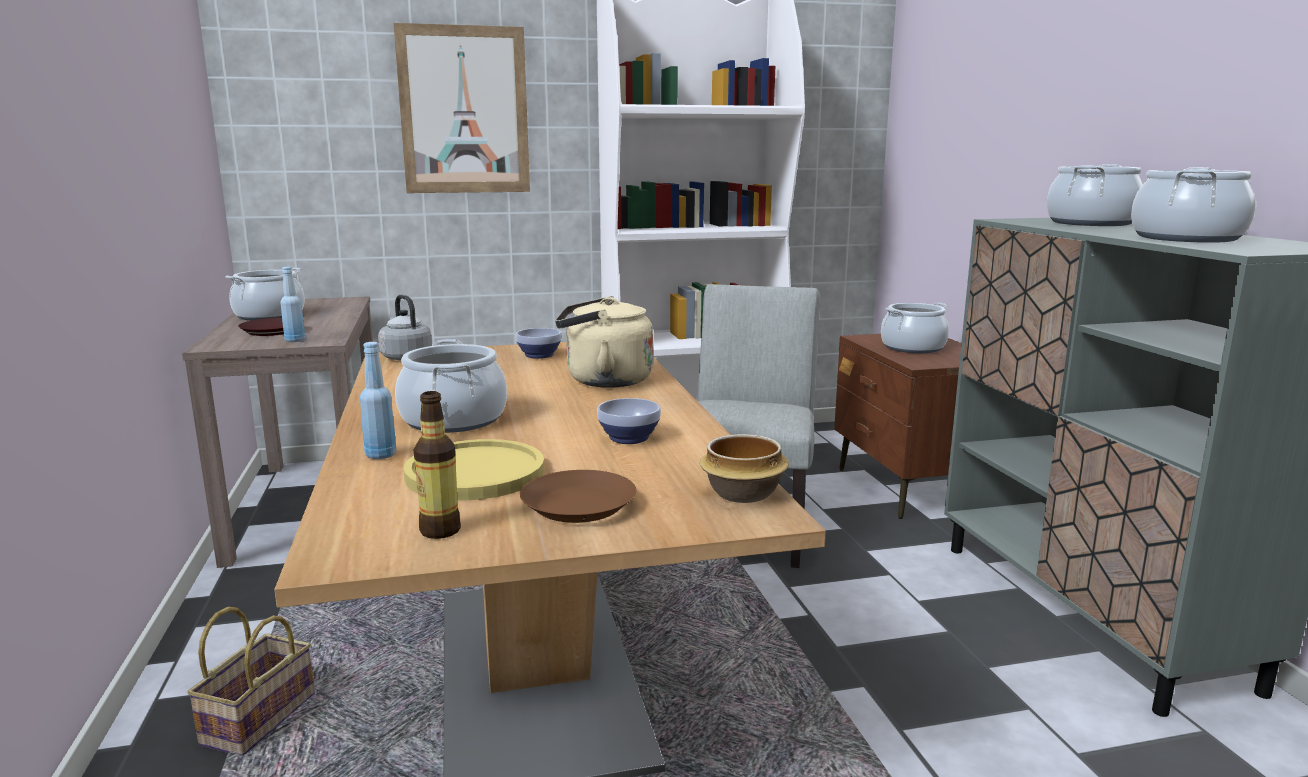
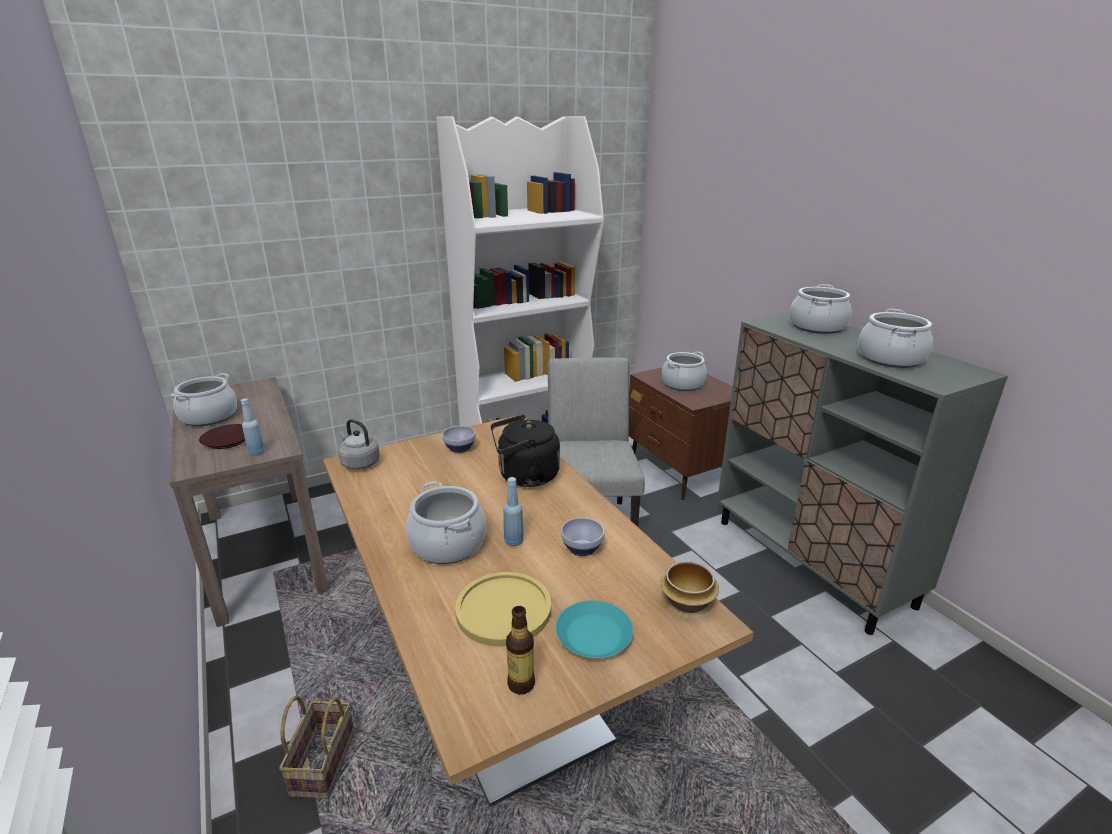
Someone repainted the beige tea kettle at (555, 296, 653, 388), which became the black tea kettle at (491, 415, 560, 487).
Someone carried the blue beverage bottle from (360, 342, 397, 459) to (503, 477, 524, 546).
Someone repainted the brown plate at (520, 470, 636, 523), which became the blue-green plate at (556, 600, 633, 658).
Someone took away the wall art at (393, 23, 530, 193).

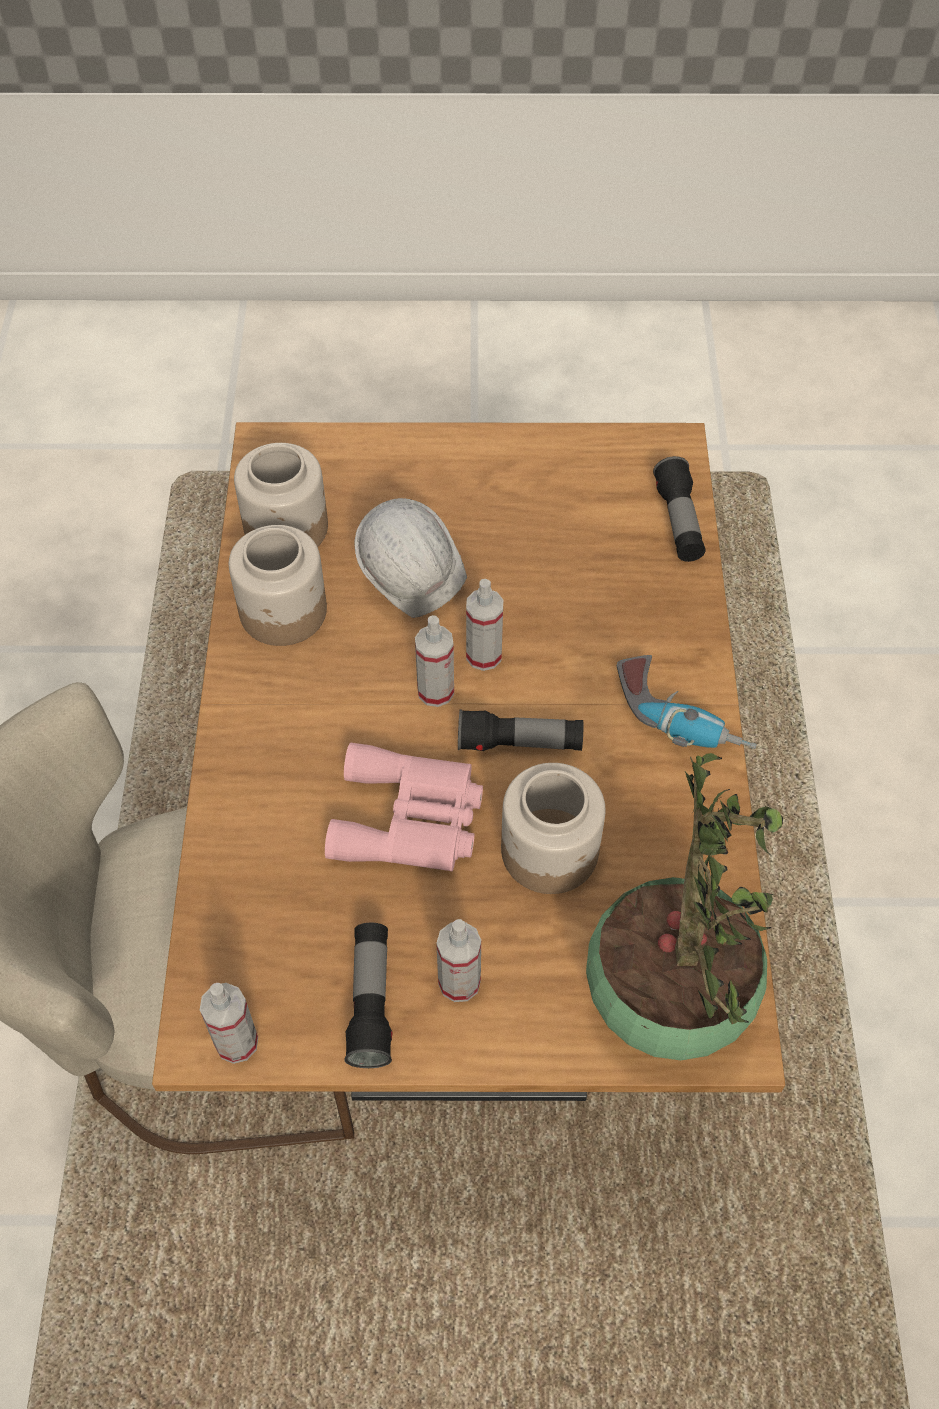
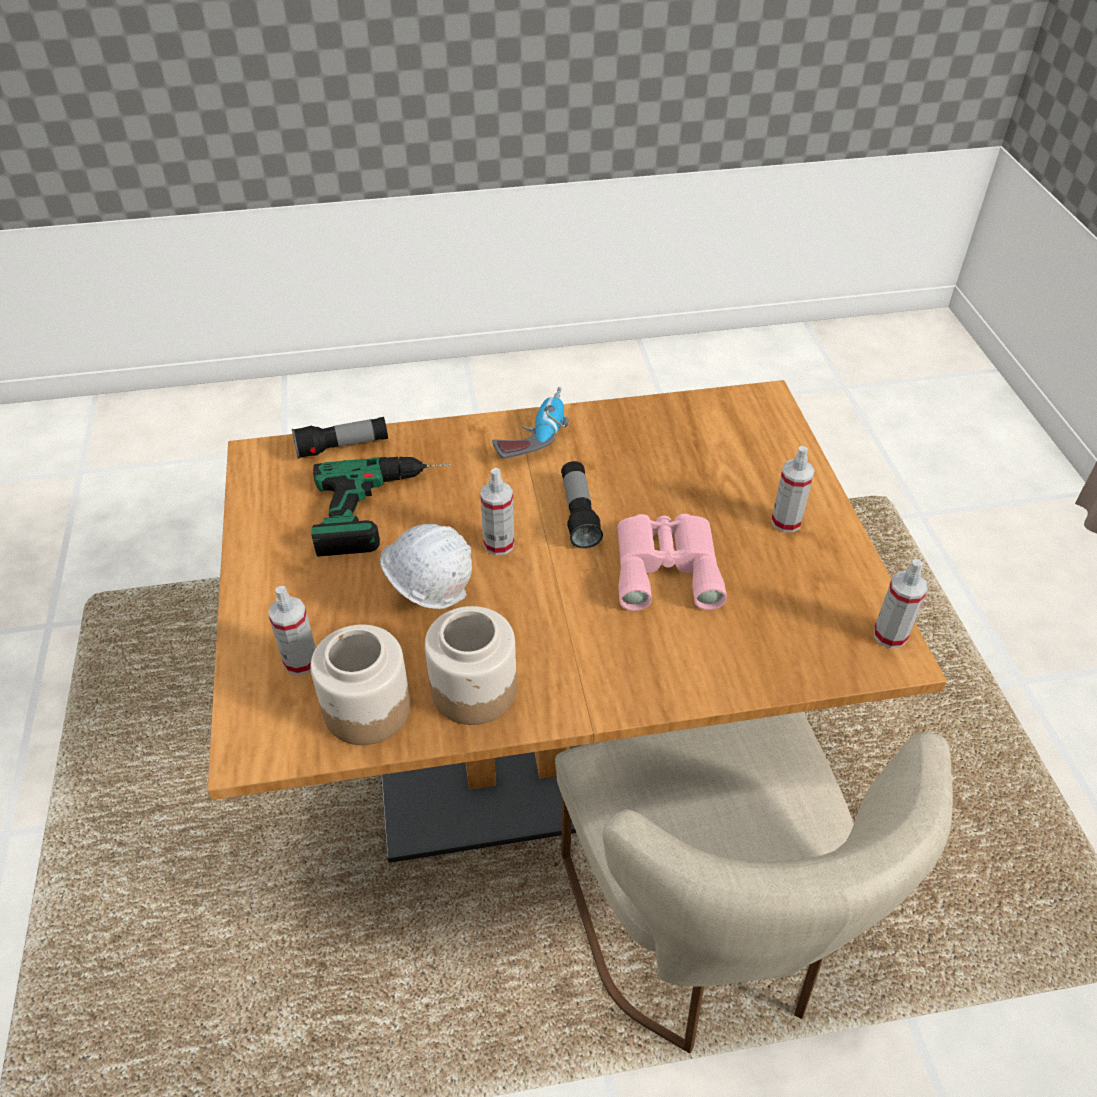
Someone carried the hand sprayer from (415, 615, 454, 707) to (268, 586, 316, 675).
Someone put down the electric drill at (311, 457, 450, 557).
Someone took away the hand torch at (344, 923, 393, 1068).
Someone took away the jar at (501, 763, 605, 894).
Someone took away the potted plant at (586, 753, 783, 1060).

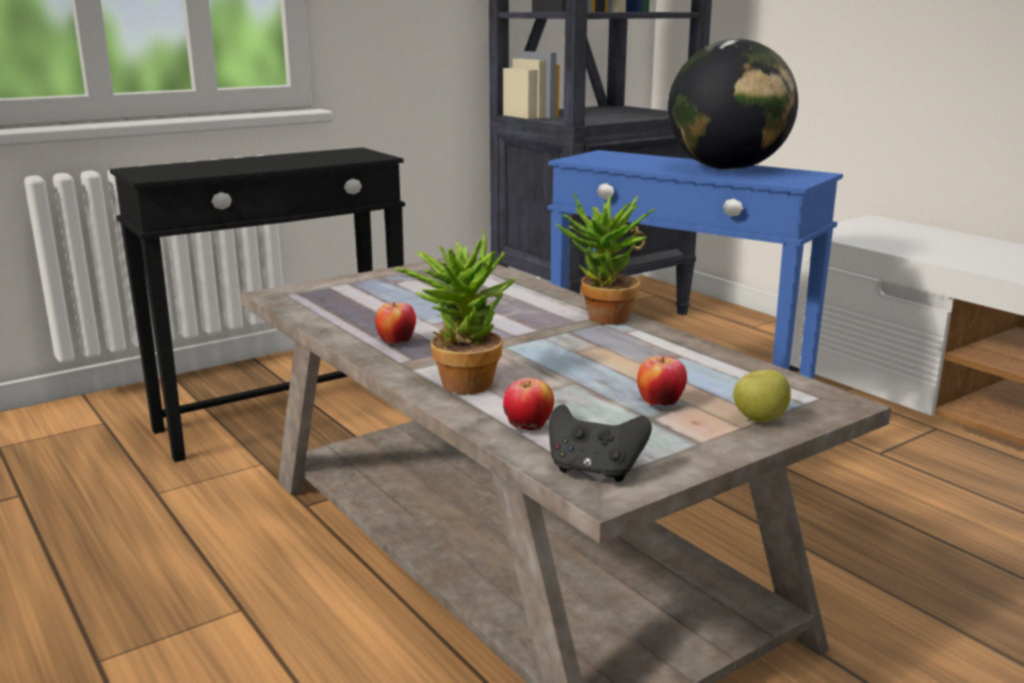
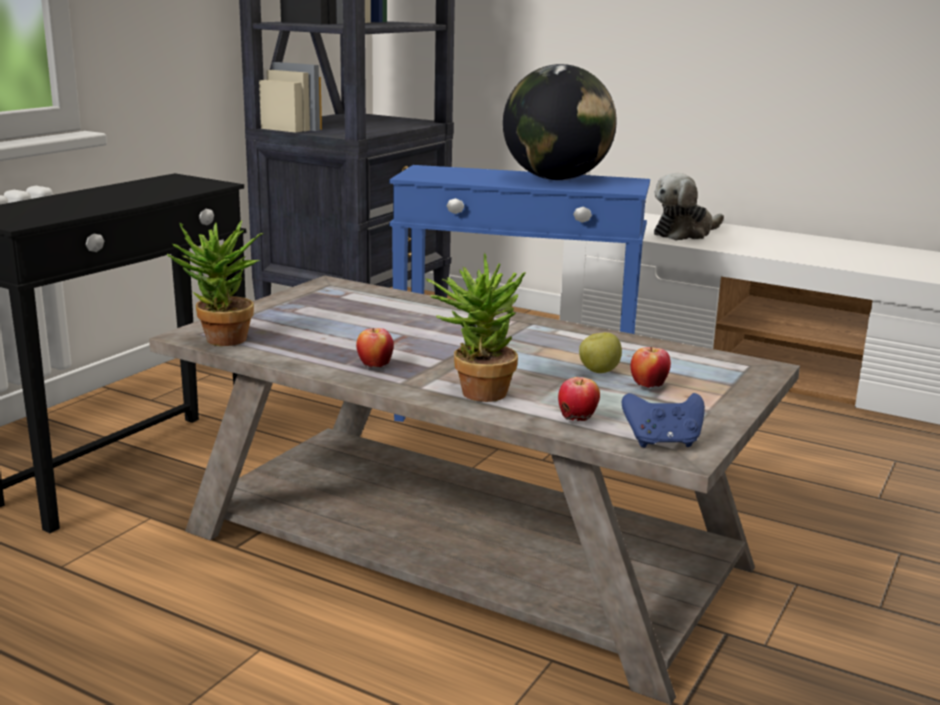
Someone carried the potted plant from (555, 193, 656, 325) to (167, 221, 264, 346).
Someone carried the apple from (733, 370, 791, 422) to (579, 332, 622, 373).
Someone repainted the black gamepad at (549, 404, 652, 482), which became the blue gamepad at (622, 393, 705, 448).
Someone put down the soft toy at (654, 173, 724, 240).

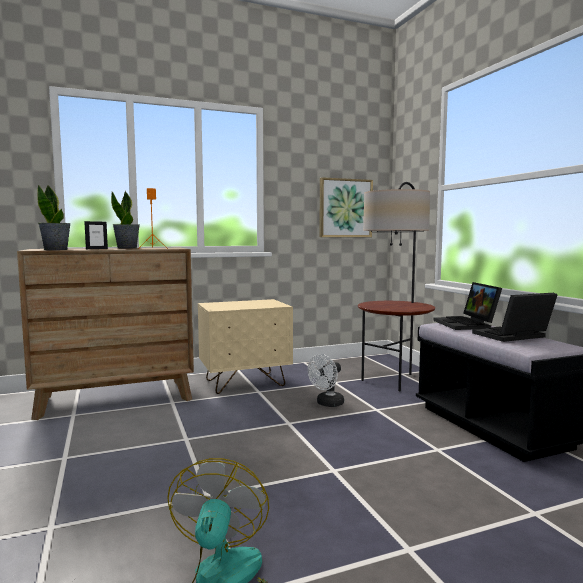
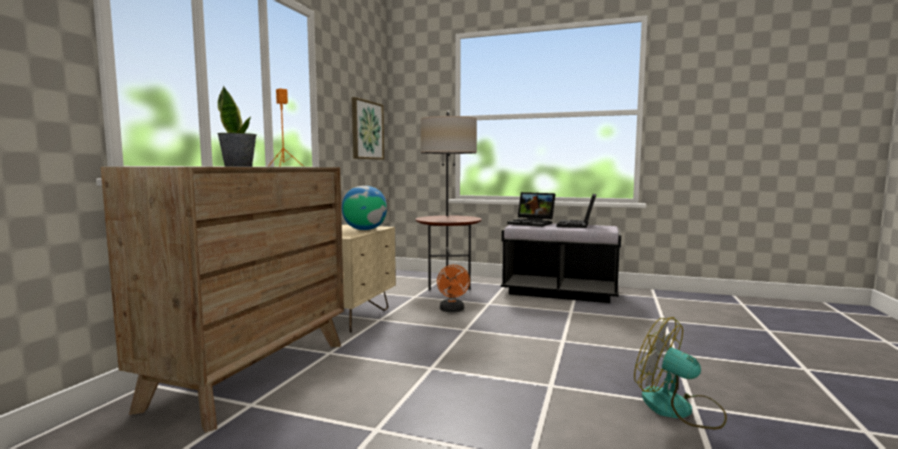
Someone put down the desk globe at (342, 186, 387, 230).
Someone repainted the whitish cooling fan at (308, 354, 344, 407), which became the orangey cooling fan at (437, 265, 470, 312).
Someone took away the potted plant at (37, 185, 71, 250).
Someone took away the standing frame at (84, 221, 108, 249).

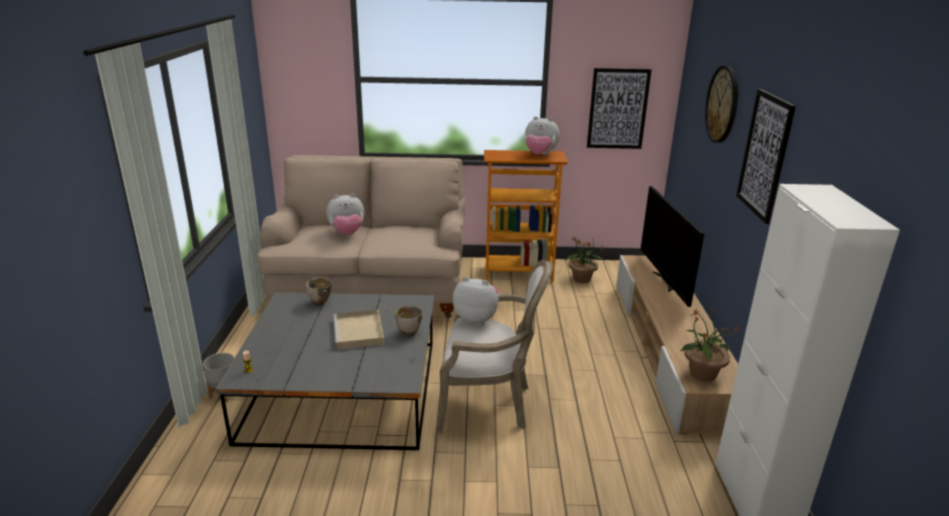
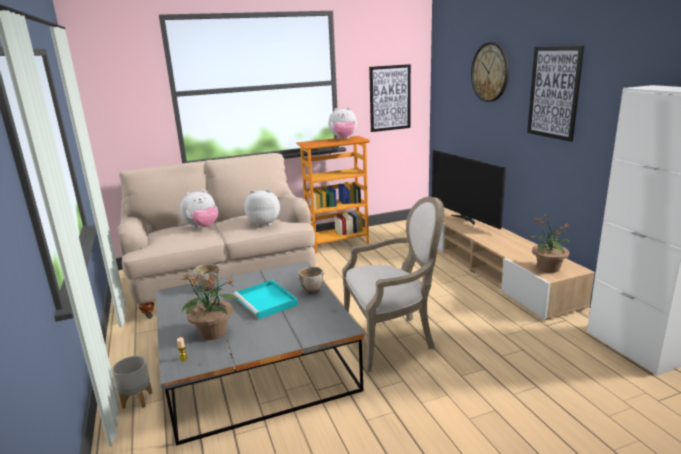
Someone carried the potted plant from (566, 237, 604, 283) to (180, 270, 240, 340).
Someone repainted the beige carrying tray at (333, 310, 384, 349), which became the blue-green carrying tray at (234, 280, 298, 320).
Someone carried the soft toy from (453, 277, 500, 325) to (244, 189, 280, 226).

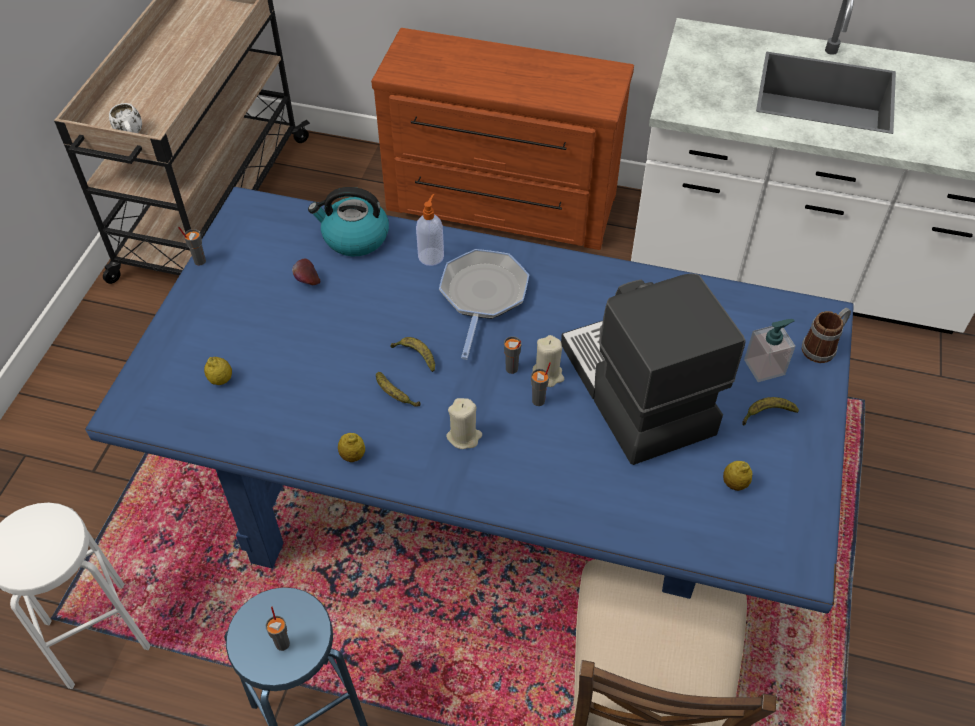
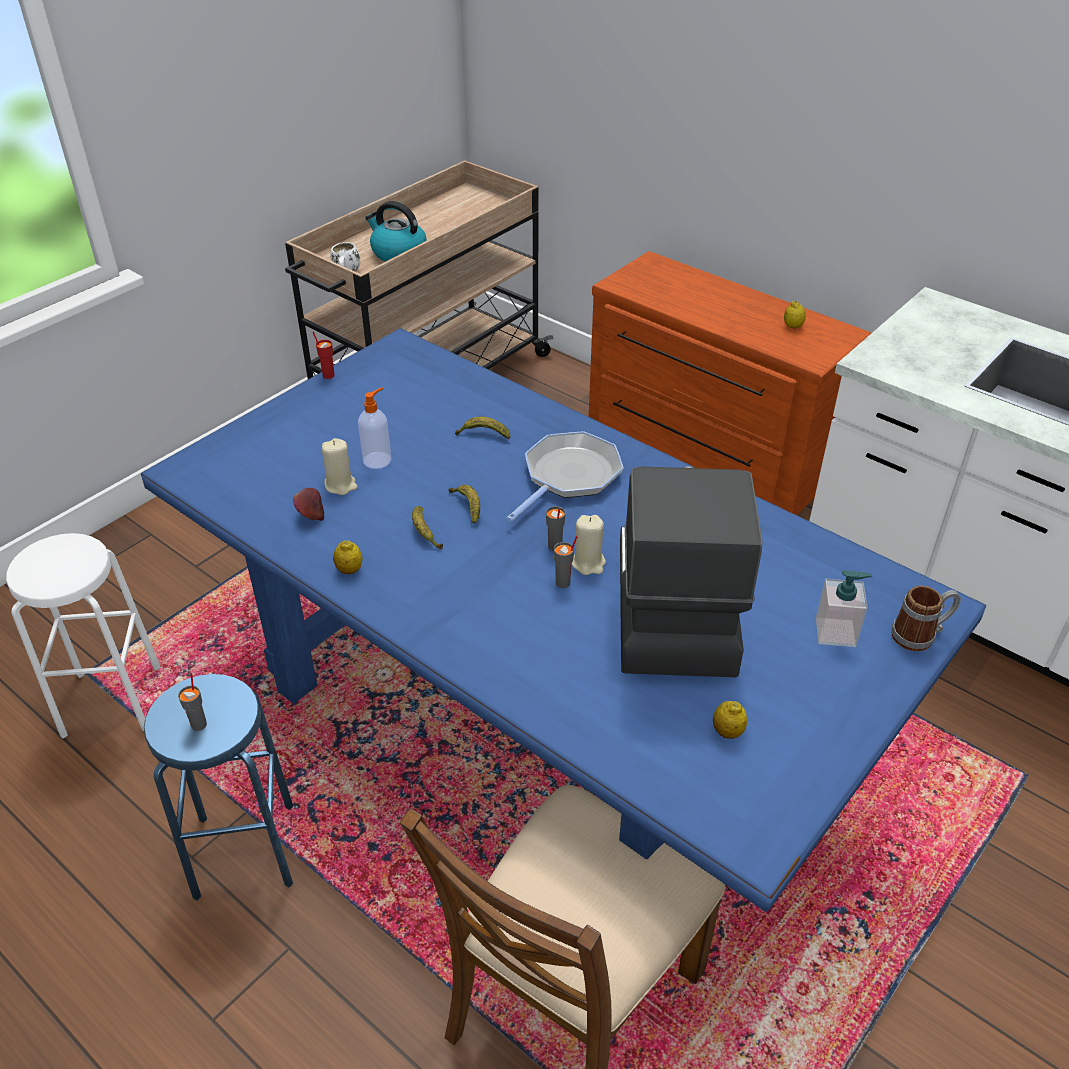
Someone carried the apple from (292, 258, 320, 285) to (293, 488, 324, 521).
Someone repainted the gray cup at (178, 227, 206, 266), which became the red cup at (313, 332, 335, 379).
Someone carried the beige candle from (446, 398, 482, 449) to (322, 438, 358, 495).
Someone carried the soap bottle from (416, 194, 444, 266) to (358, 387, 392, 469).
Someone carried the tea kettle from (308, 187, 389, 257) to (365, 201, 427, 262).
Someone carried the banana fruit from (742, 397, 799, 426) to (455, 417, 511, 439).
Someone carried the citrus fruit from (204, 357, 232, 385) to (784, 301, 806, 328).

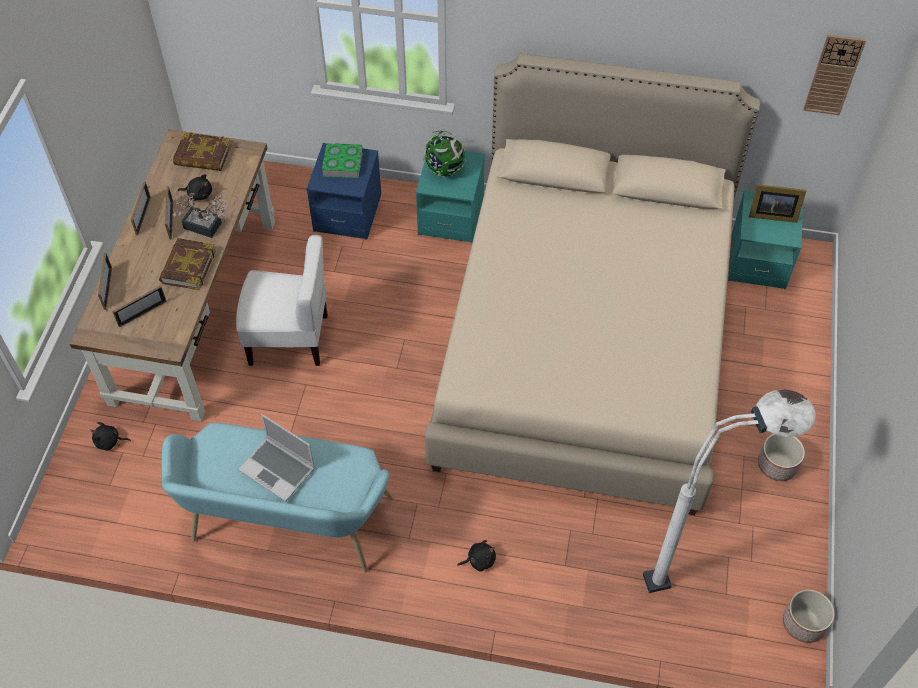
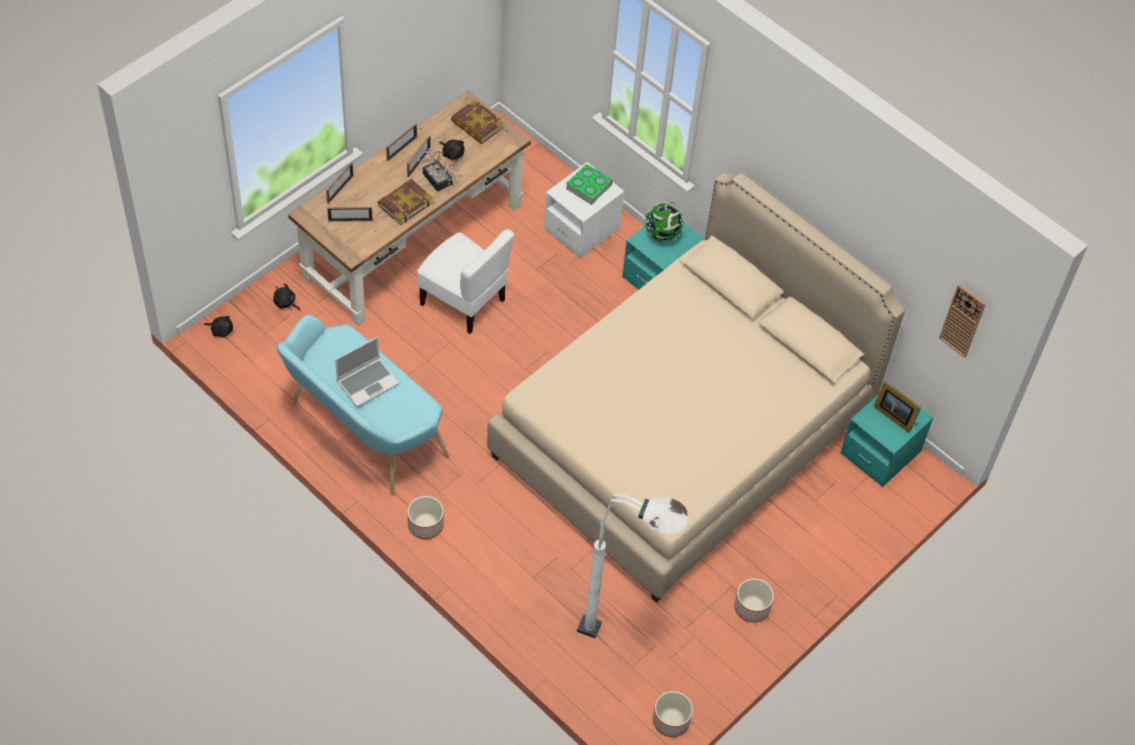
Someone carried the black soft toy from (457, 540, 496, 572) to (204, 316, 233, 337).
Someone rotated the laptop at (238, 414, 315, 502) by 105 degrees counterclockwise.
Someone put down the flower pot at (407, 496, 444, 539).
Someone repainted the blue bedside table at (307, 143, 381, 239), which became the whitish bedside table at (544, 162, 624, 258).

